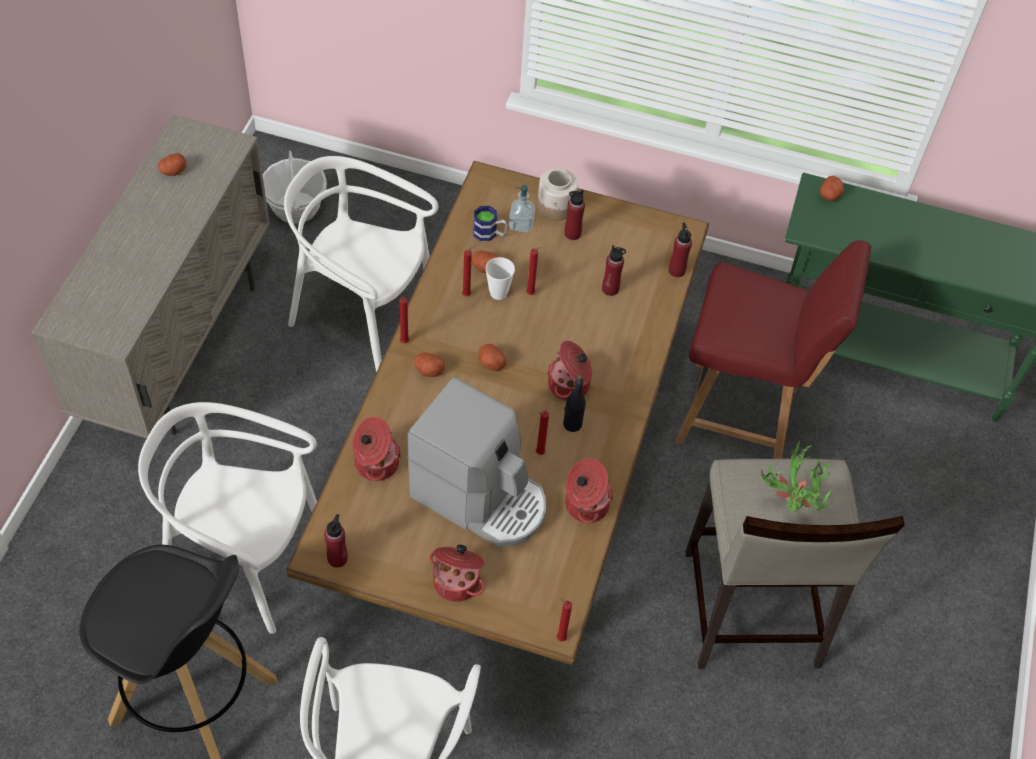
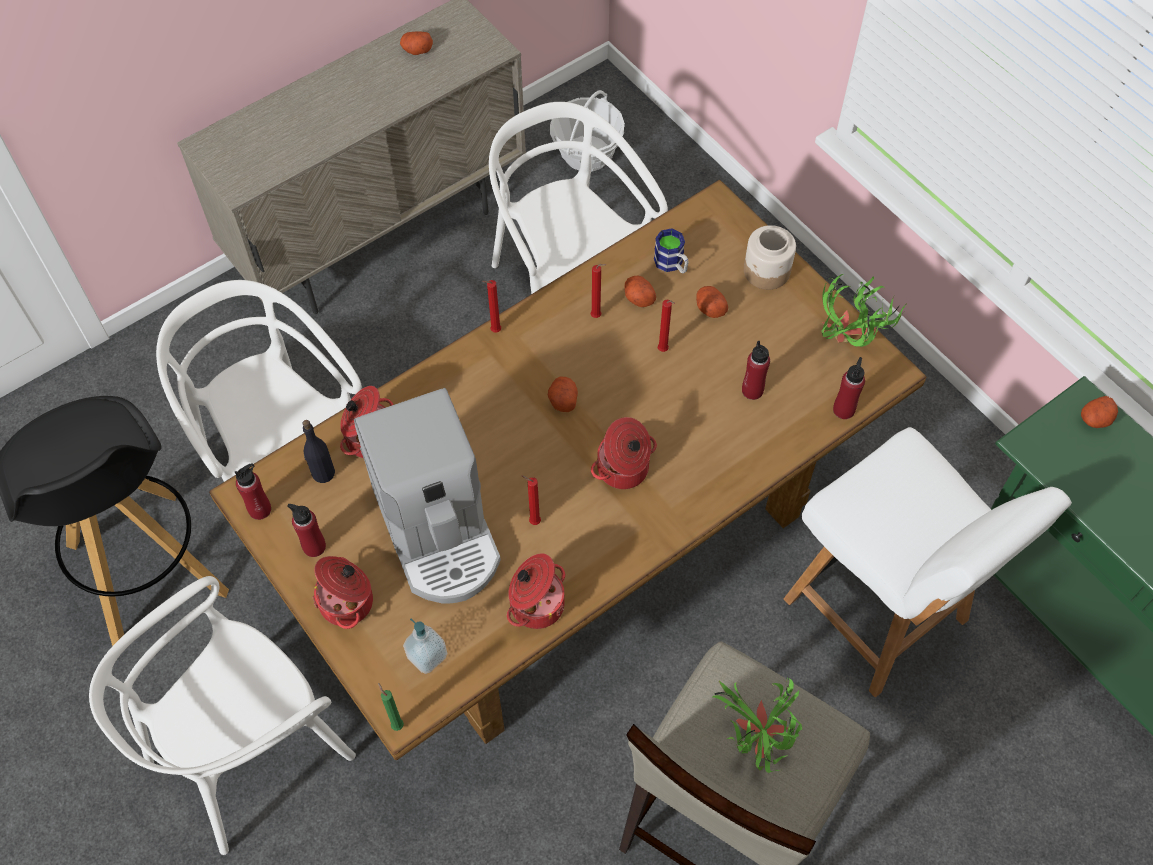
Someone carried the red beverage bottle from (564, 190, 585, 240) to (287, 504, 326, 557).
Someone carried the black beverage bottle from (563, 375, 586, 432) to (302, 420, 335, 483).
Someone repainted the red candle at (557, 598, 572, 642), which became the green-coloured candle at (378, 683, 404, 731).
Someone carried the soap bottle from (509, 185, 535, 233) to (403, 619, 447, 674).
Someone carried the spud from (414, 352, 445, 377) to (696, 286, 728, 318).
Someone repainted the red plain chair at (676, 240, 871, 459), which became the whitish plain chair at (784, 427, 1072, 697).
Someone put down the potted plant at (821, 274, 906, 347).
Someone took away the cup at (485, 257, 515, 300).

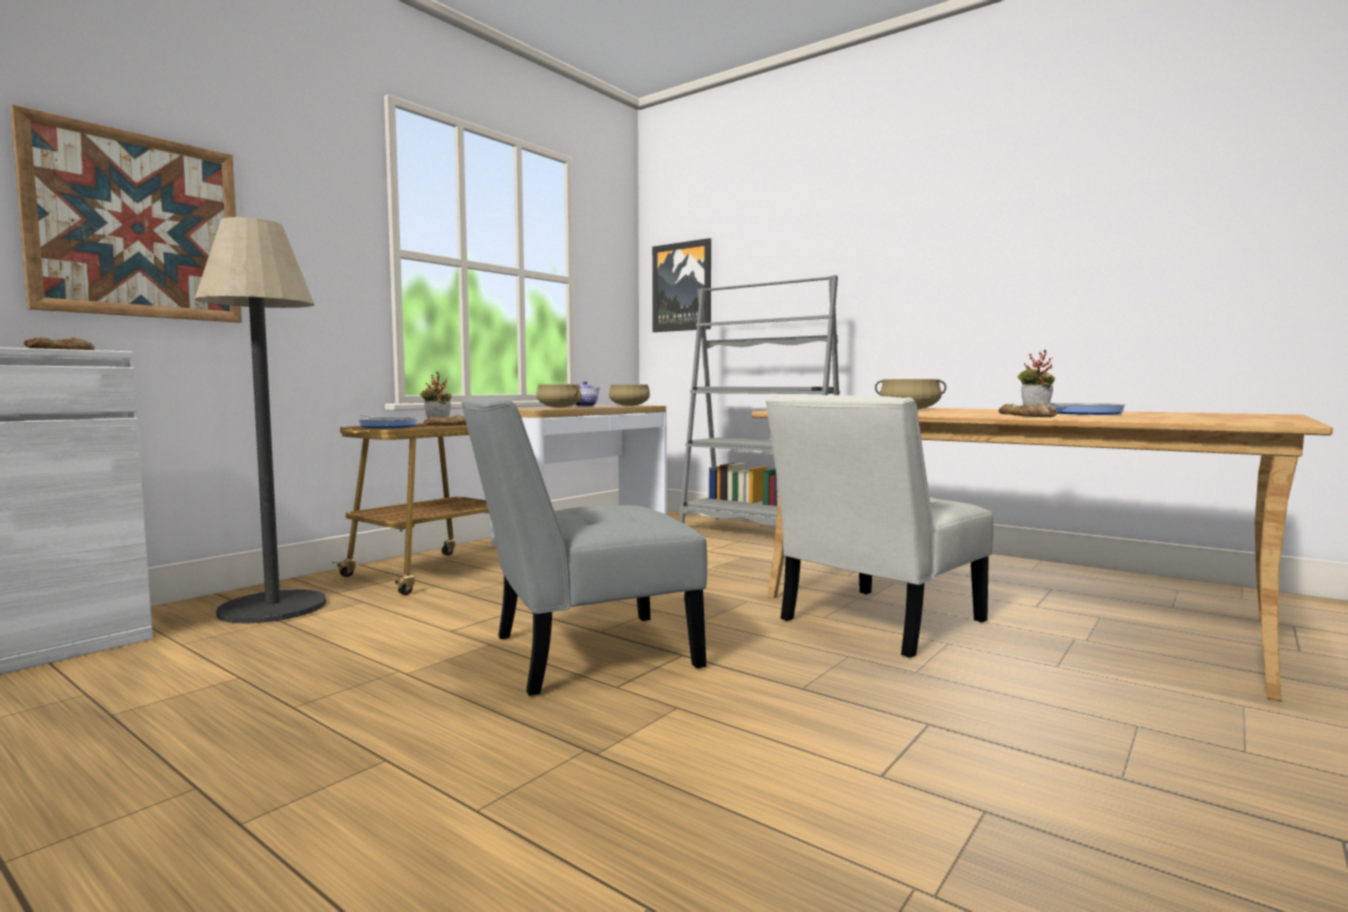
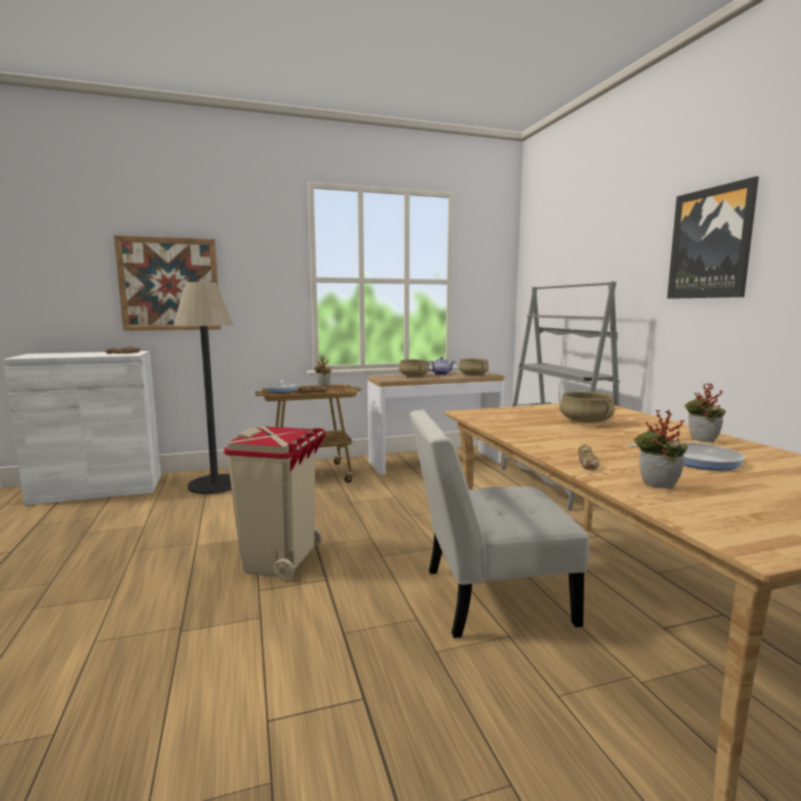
Someone swapped the gray plain chair at (461, 396, 707, 696) for the beige rubbish bin at (224, 426, 326, 580).
Someone put down the potted plant at (634, 409, 688, 489).
Someone carried the wall art from (652, 238, 711, 332) to (667, 176, 759, 299).

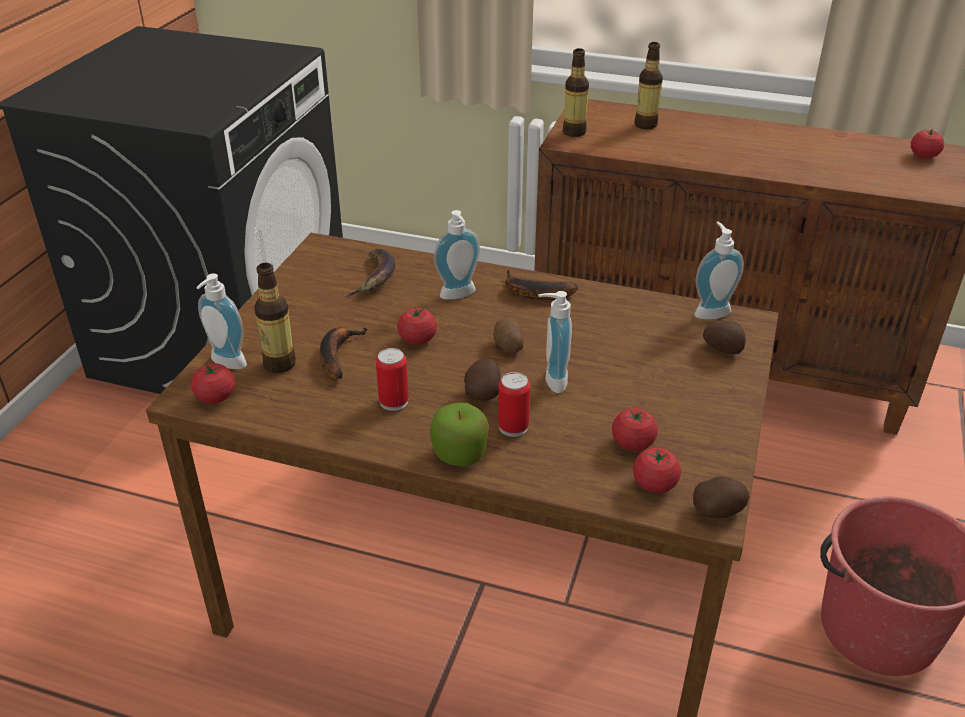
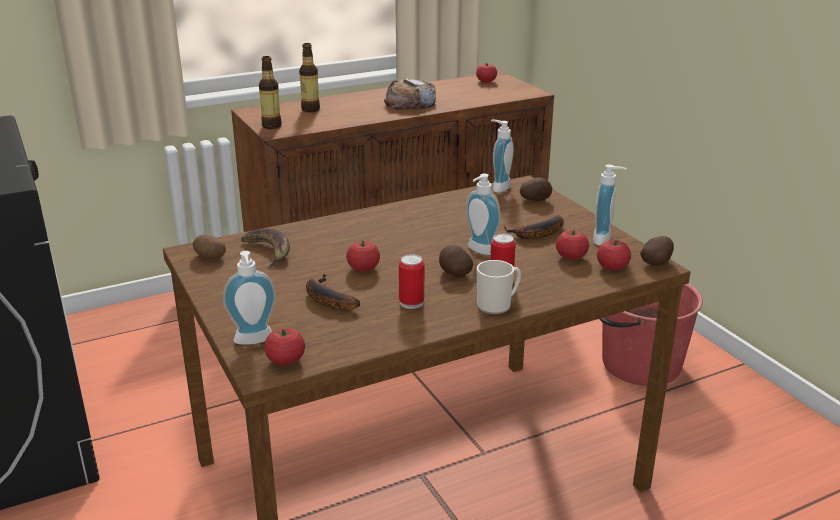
Someone carried the spud from (493, 317, 524, 353) to (193, 235, 226, 259).
Someone put down the bakery bread at (384, 78, 436, 109).
Someone swapped the apple at (430, 403, 489, 466) for the mug at (477, 260, 521, 314).
Someone carried the banana fruit from (506, 270, 578, 299) to (504, 215, 564, 239).
Someone carried the soap bottle from (434, 210, 480, 300) to (593, 164, 627, 246).
Someone took away the beverage bottle at (254, 263, 296, 373).

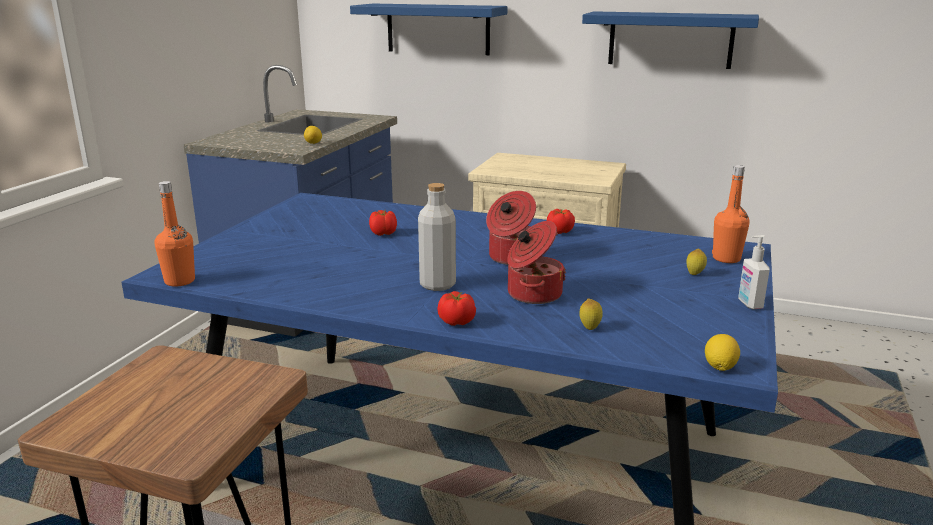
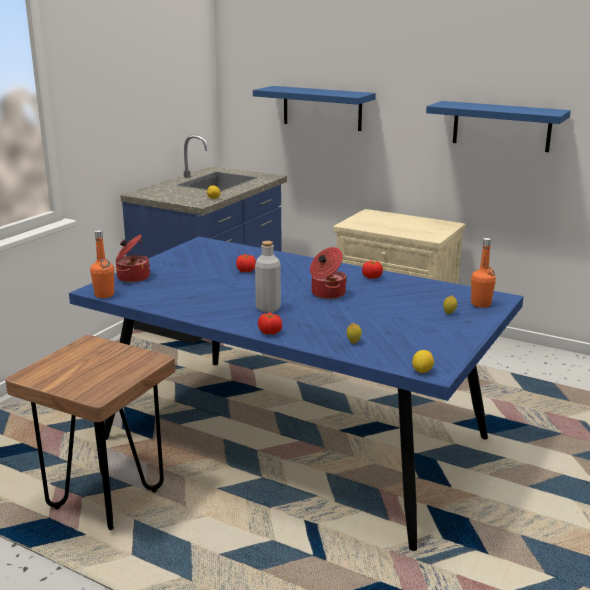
Someone carried the saucepot from (507, 221, 566, 304) to (116, 234, 150, 283).
Someone took away the soap bottle at (738, 235, 770, 309).

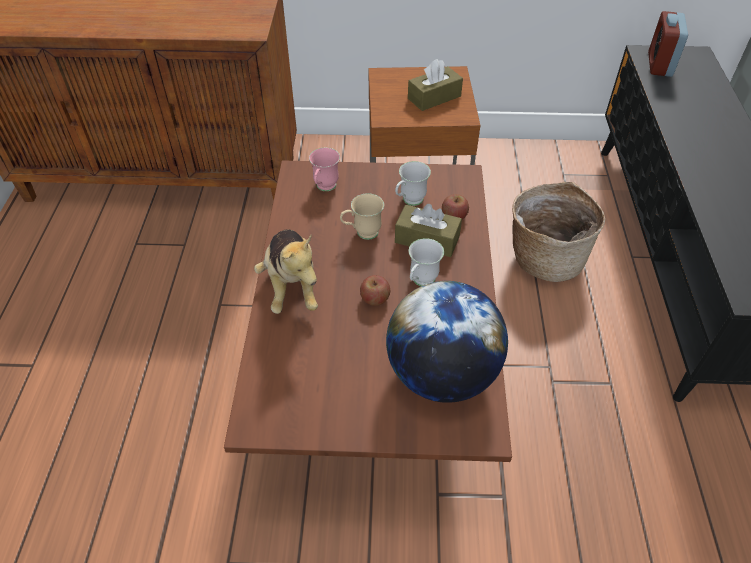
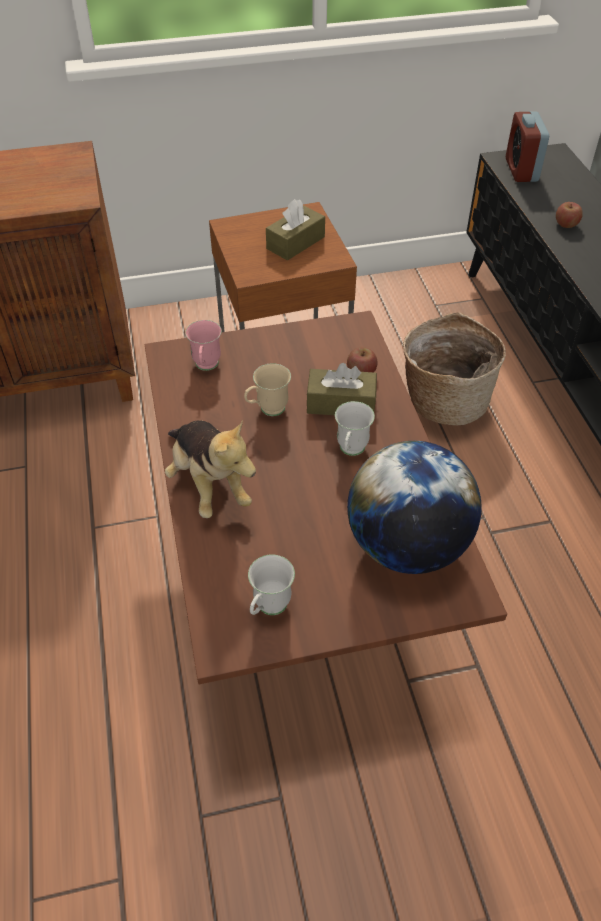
Someone carried the whitish mug from (395, 161, 431, 206) to (248, 554, 295, 615).
Someone carried the apple from (360, 275, 390, 306) to (556, 202, 583, 228).

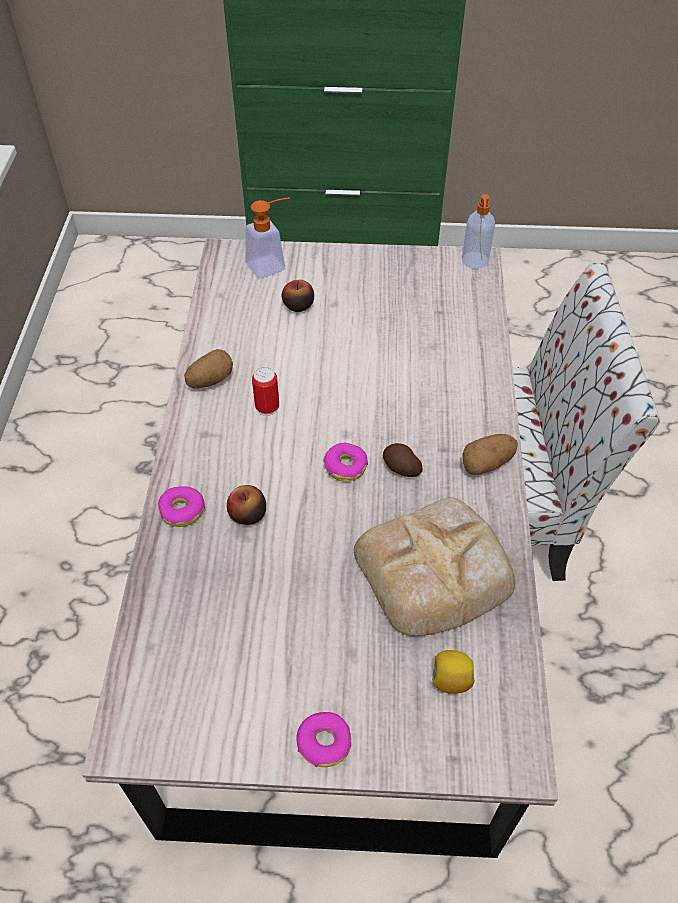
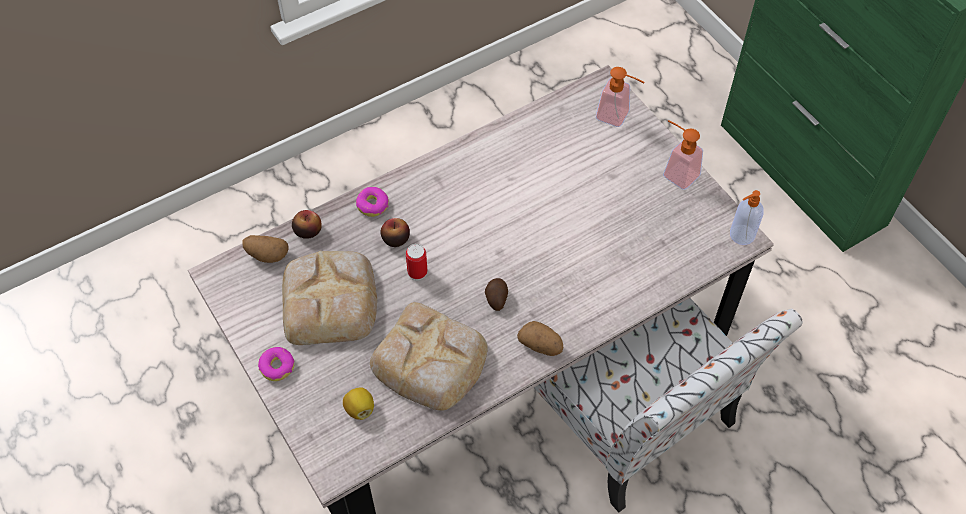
Someone carried the spud from (184, 349, 233, 388) to (242, 235, 289, 263).
Someone put down the bakery bread at (282, 251, 377, 345).
Someone carried the apple from (282, 280, 314, 312) to (292, 210, 322, 239).
Someone carried the can from (252, 367, 279, 416) to (406, 244, 428, 281).
Someone put down the soap bottle at (663, 120, 703, 190).
Someone took away the ring doughnut at (324, 443, 368, 482).

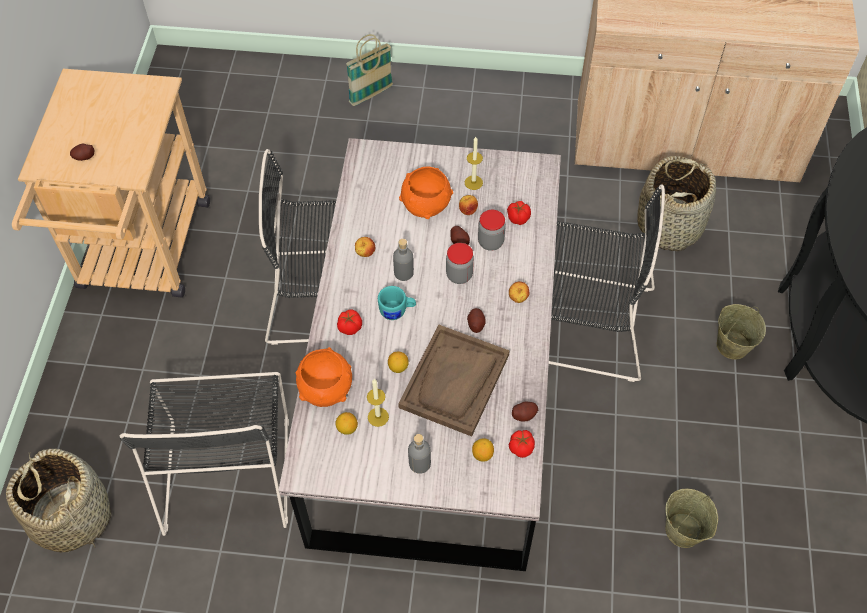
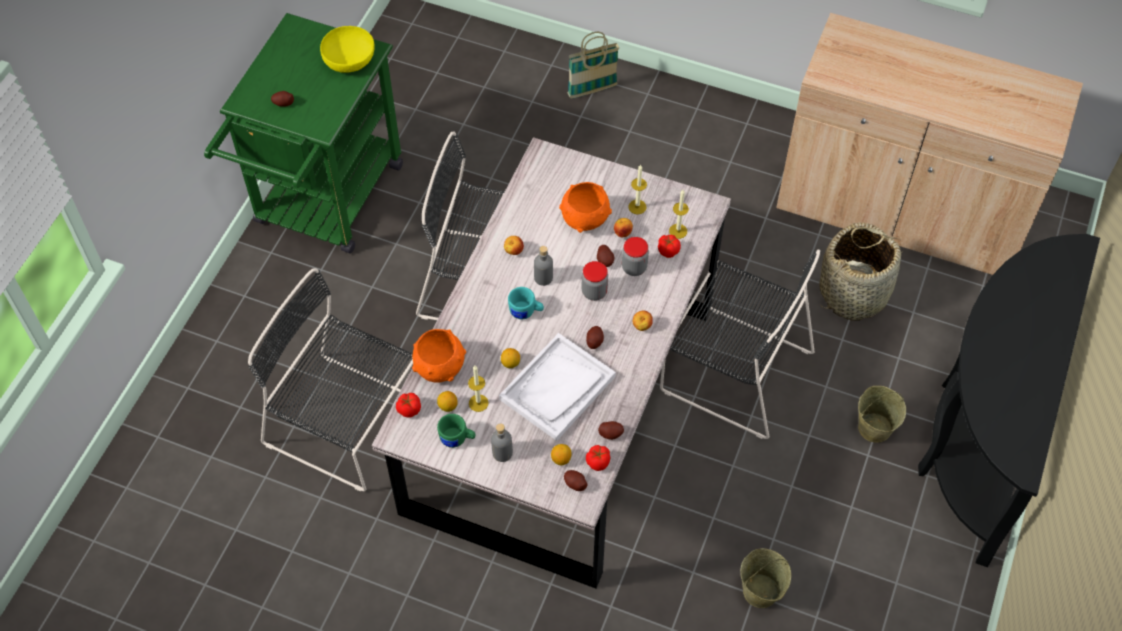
Someone repainted the beige trolley at (12, 69, 210, 298), which became the green-coloured trolley at (204, 13, 403, 253).
Someone rotated the black plain chair at (119, 372, 289, 536) by 105 degrees clockwise.
Someone put down the yellowish serving bowl at (320, 26, 375, 73).
Someone carried the tomato from (337, 309, 362, 335) to (396, 393, 421, 418).
Someone put down the green-coloured mug at (437, 414, 475, 448).
Someone repainted the brown carrying tray at (398, 324, 510, 437), which became the whitish carrying tray at (499, 333, 616, 441).
Someone put down the spud at (564, 470, 588, 491).
Someone put down the candle at (669, 190, 689, 239).
Someone took away the basket at (6, 449, 111, 552).

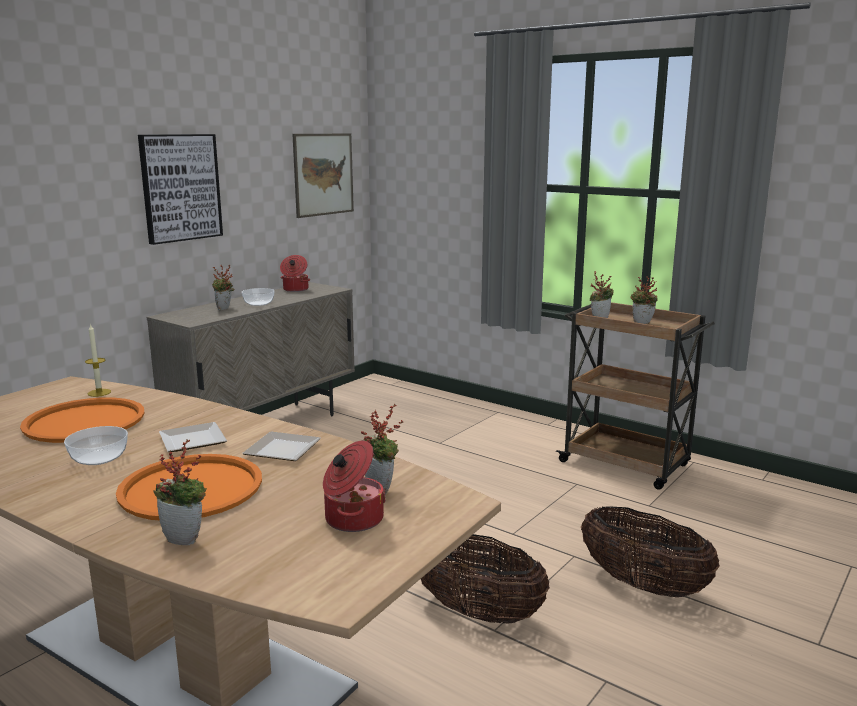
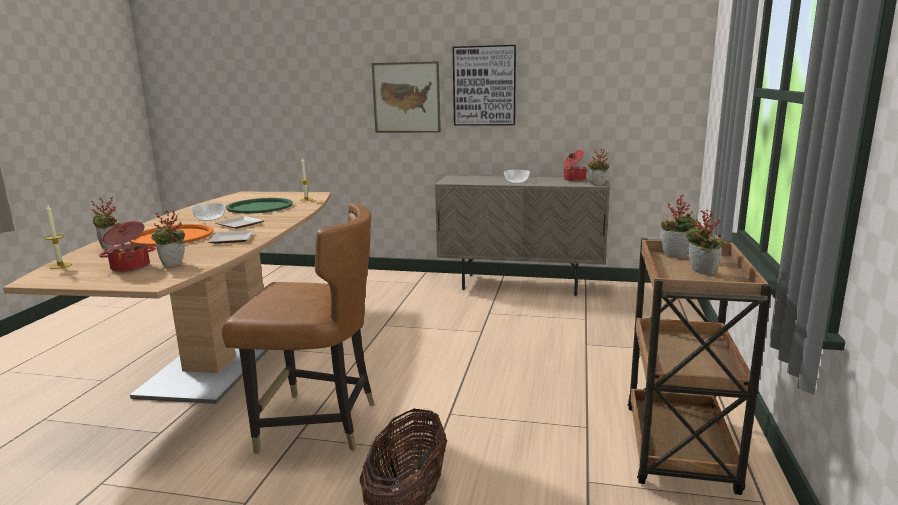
Someone put down the candle at (45, 204, 72, 269).
Someone swapped the basket at (421, 534, 550, 623) for the brown plain chair at (222, 203, 375, 454).
Someone repainted the orangey carrying tray at (20, 398, 145, 443), which became the green-coloured carrying tray at (226, 198, 293, 214).
Someone carried the wall art from (292, 133, 354, 218) to (372, 61, 441, 133).
Someone carried the potted plant from (212, 264, 235, 310) to (588, 149, 609, 186).

